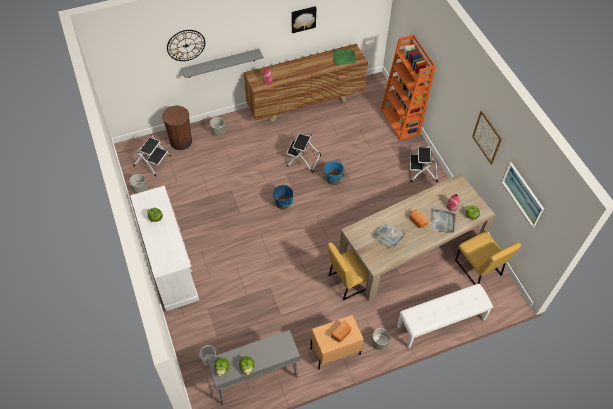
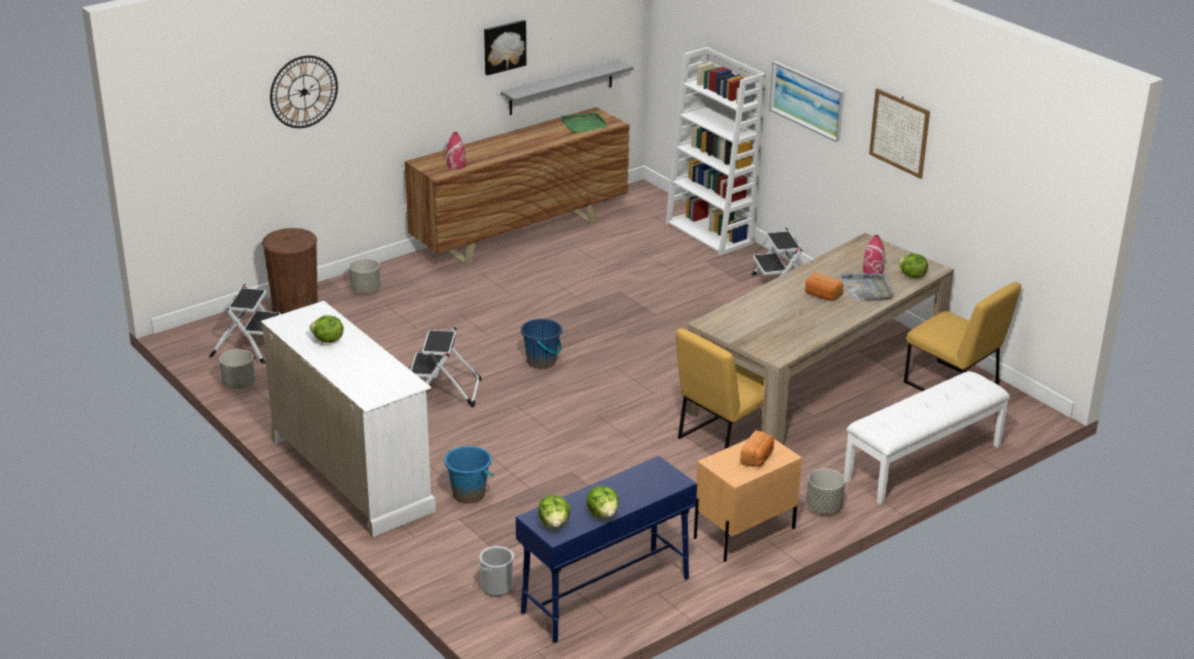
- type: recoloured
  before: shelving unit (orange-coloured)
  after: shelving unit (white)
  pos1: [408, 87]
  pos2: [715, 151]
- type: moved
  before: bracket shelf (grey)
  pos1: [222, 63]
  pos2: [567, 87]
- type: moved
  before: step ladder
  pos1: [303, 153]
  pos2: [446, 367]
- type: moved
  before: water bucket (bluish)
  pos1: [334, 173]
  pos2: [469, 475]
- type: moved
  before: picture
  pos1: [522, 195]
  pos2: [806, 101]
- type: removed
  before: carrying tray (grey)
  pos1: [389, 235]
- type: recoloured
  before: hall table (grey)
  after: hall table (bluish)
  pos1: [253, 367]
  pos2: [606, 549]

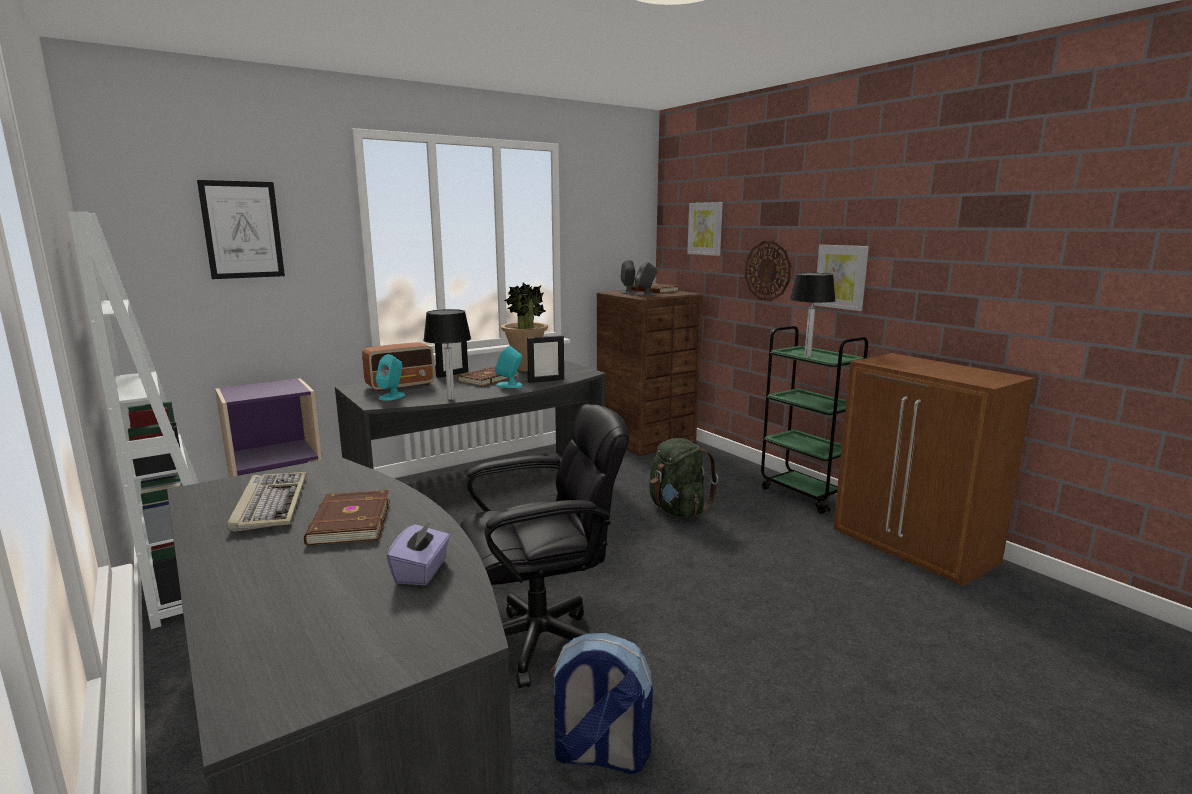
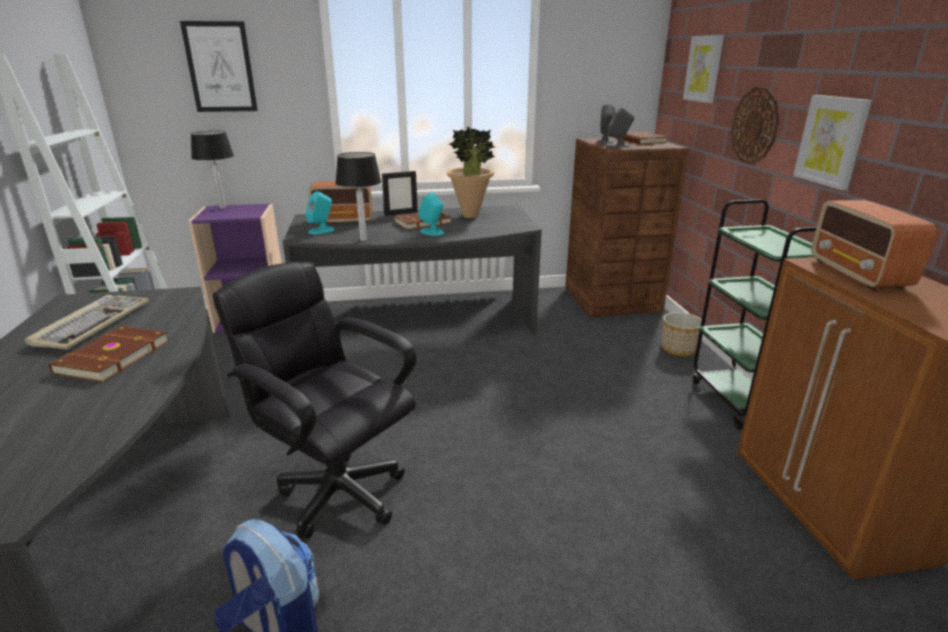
- type: moved
  before: tabletop lamp
  pos1: [813, 315]
  pos2: [212, 170]
- type: removed
  before: standing frame
  pos1: [545, 359]
- type: turned
  before: desk chair (blackish)
  pos1: [544, 546]
  pos2: [315, 400]
  turn: -150
- type: removed
  before: rucksack (greenish)
  pos1: [684, 477]
- type: removed
  before: box of tissues (purple)
  pos1: [418, 552]
- type: added
  after: radio
  pos2: [873, 245]
- type: added
  after: flower pot
  pos2: [681, 334]

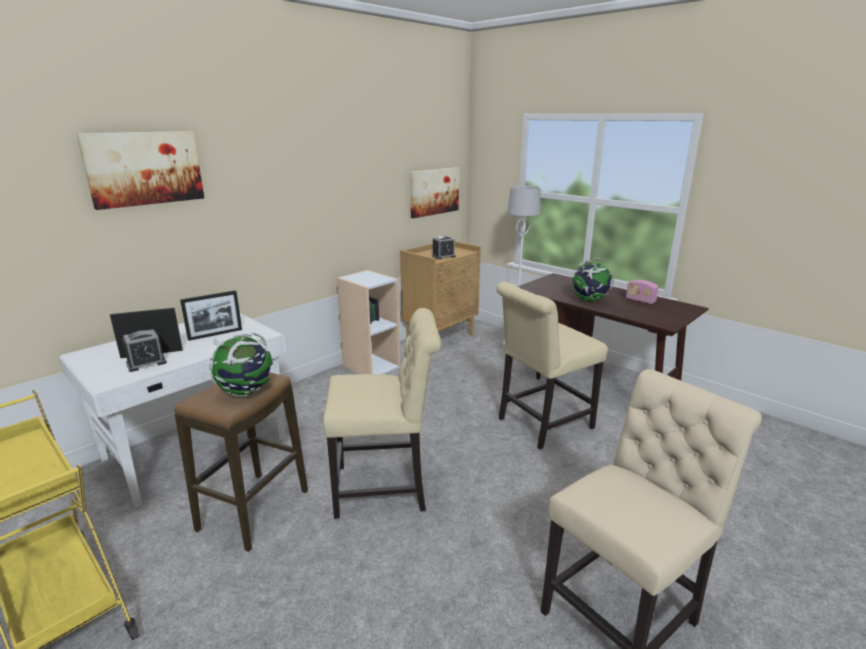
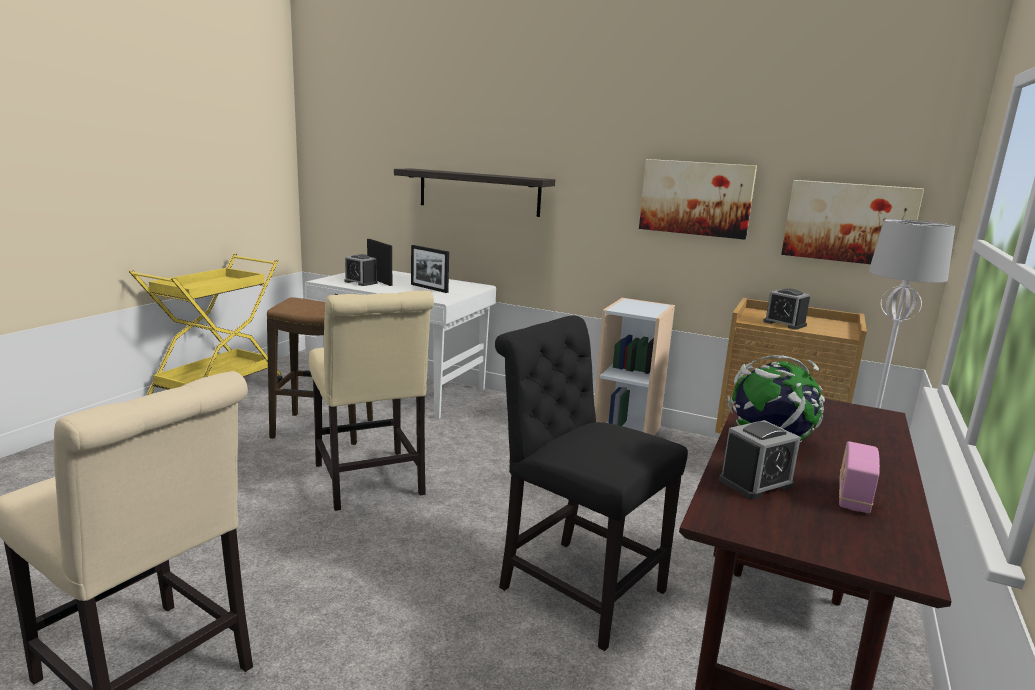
- type: moved
  before: picture
  pos1: [140, 170]
  pos2: [698, 199]
- type: recoloured
  before: plain chair (sand-coloured)
  after: plain chair (blackish)
  pos1: [552, 365]
  pos2: [591, 483]
- type: removed
  before: desk globe
  pos1: [241, 365]
- type: added
  after: bracket shelf
  pos2: [474, 192]
- type: added
  after: table clock
  pos2: [760, 459]

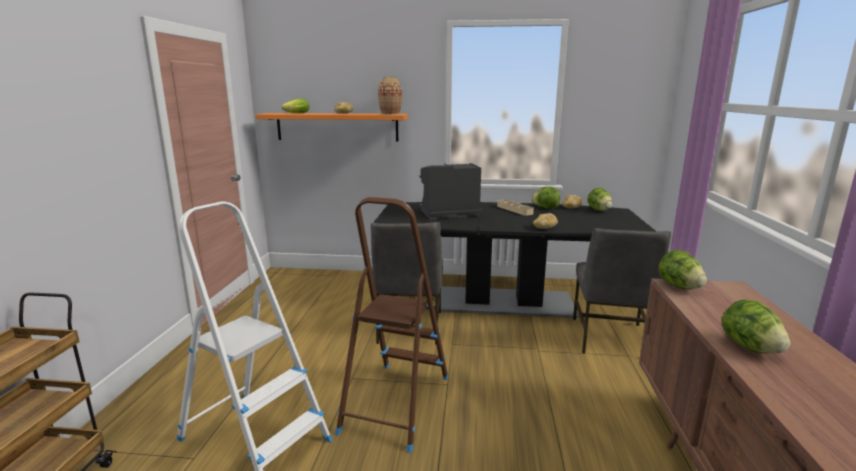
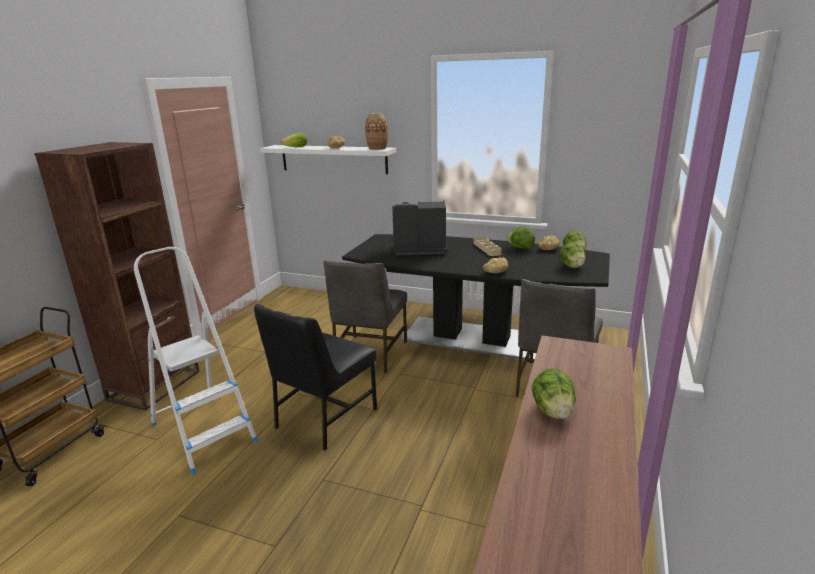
- type: recoloured
  before: bracket shelf (orange-coloured)
  after: bracket shelf (white)
  pos1: [331, 127]
  pos2: [328, 159]
- type: replaced
  before: step ladder (brownish)
  after: plain chair (blackish)
  pos1: [391, 325]
  pos2: [315, 377]
- type: moved
  before: head of lettuce
  pos1: [682, 270]
  pos2: [572, 255]
- type: added
  after: shelving unit (brownish)
  pos2: [117, 276]

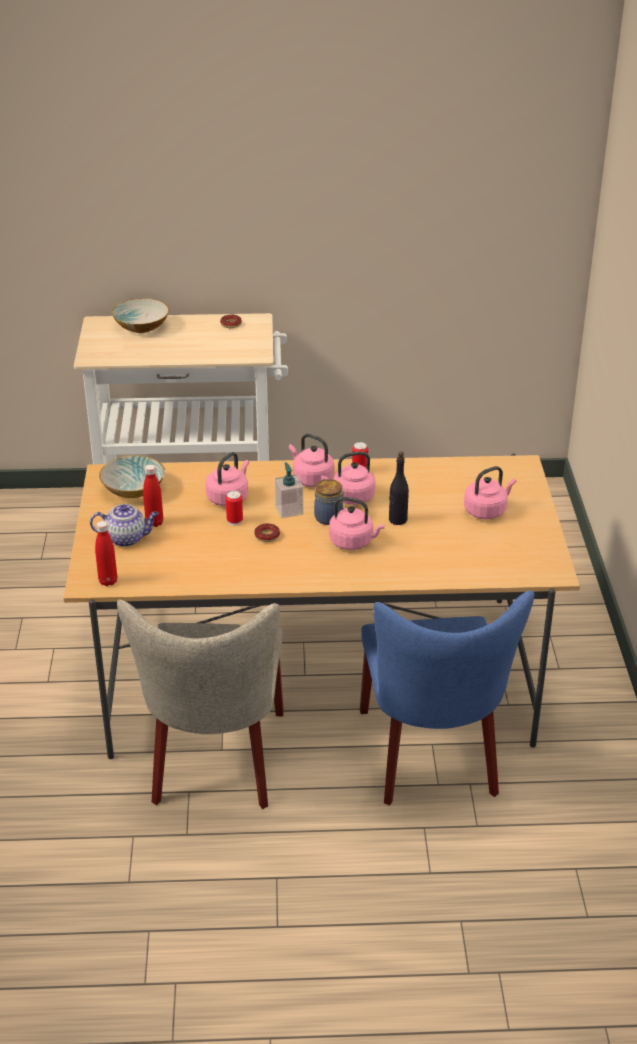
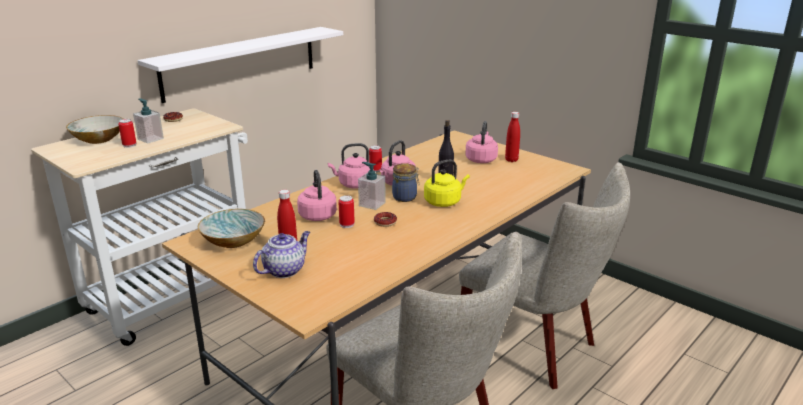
- type: recoloured
  before: kettle (pink-coloured)
  after: kettle (yellow)
  pos1: [356, 523]
  pos2: [447, 183]
- type: moved
  before: drink bottle (red-coloured)
  pos1: [106, 553]
  pos2: [512, 137]
- type: recoloured
  before: plain chair (bluish)
  after: plain chair (sand-coloured)
  pos1: [447, 698]
  pos2: [544, 275]
- type: added
  after: bracket shelf (white)
  pos2: [240, 65]
- type: added
  after: soap dispenser
  pos2: [148, 120]
- type: added
  after: metal can
  pos2: [127, 133]

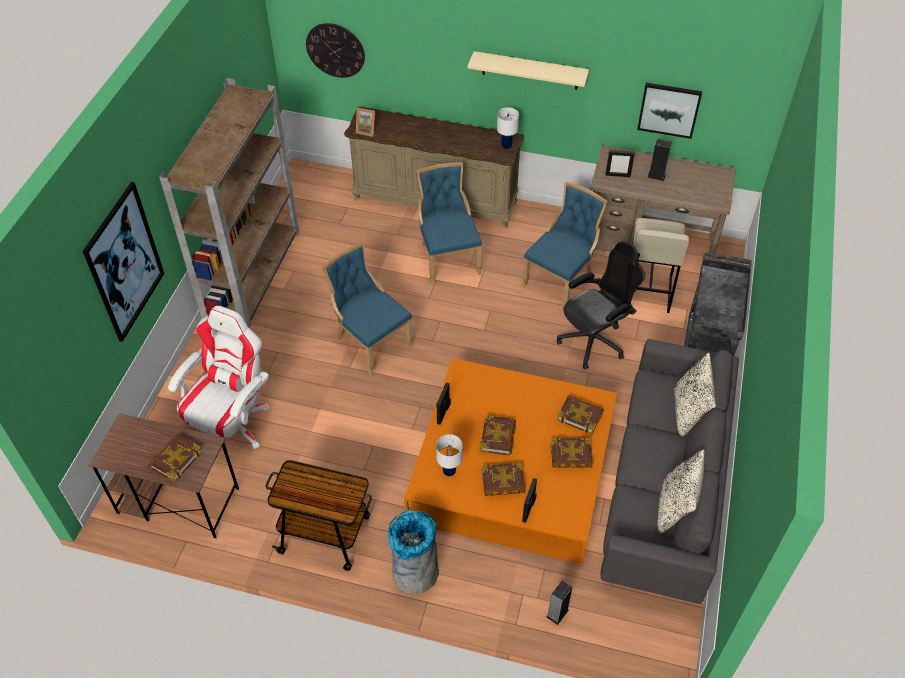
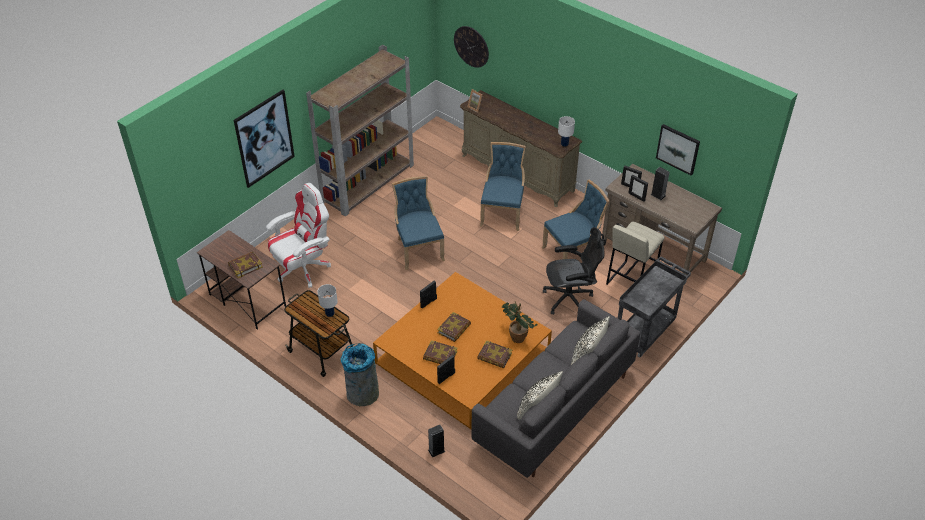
- type: removed
  before: bracket shelf (sand-coloured)
  pos1: [528, 70]
- type: replaced
  before: book
  after: potted plant
  pos1: [580, 415]
  pos2: [520, 322]
- type: moved
  before: tabletop lamp (white)
  pos1: [449, 455]
  pos2: [327, 300]
- type: added
  after: standing frame
  pos2: [638, 188]

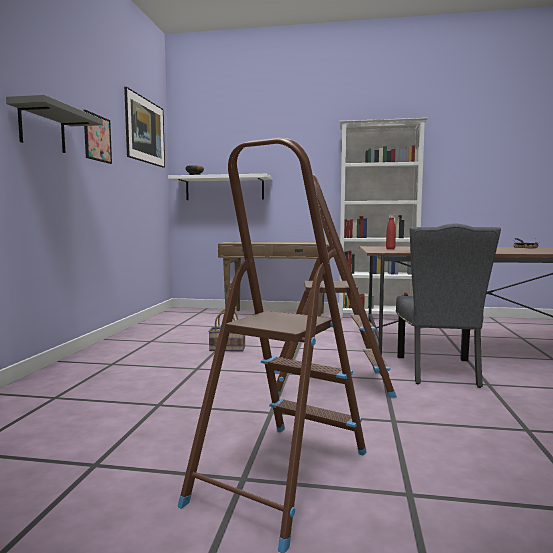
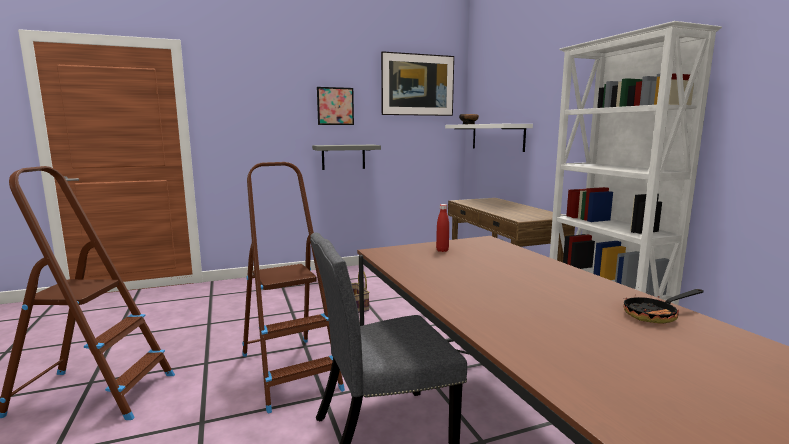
- type: moved
  before: bracket shelf (grey)
  pos1: [54, 124]
  pos2: [346, 157]

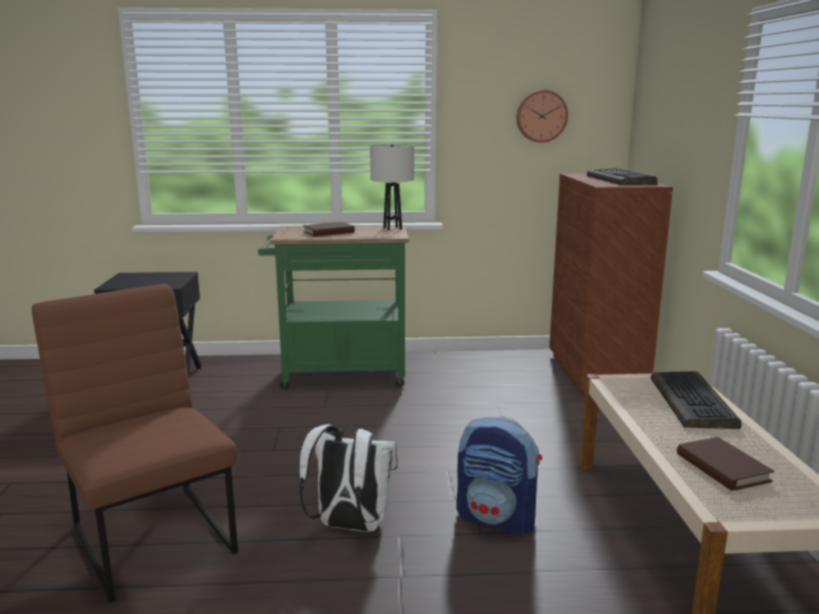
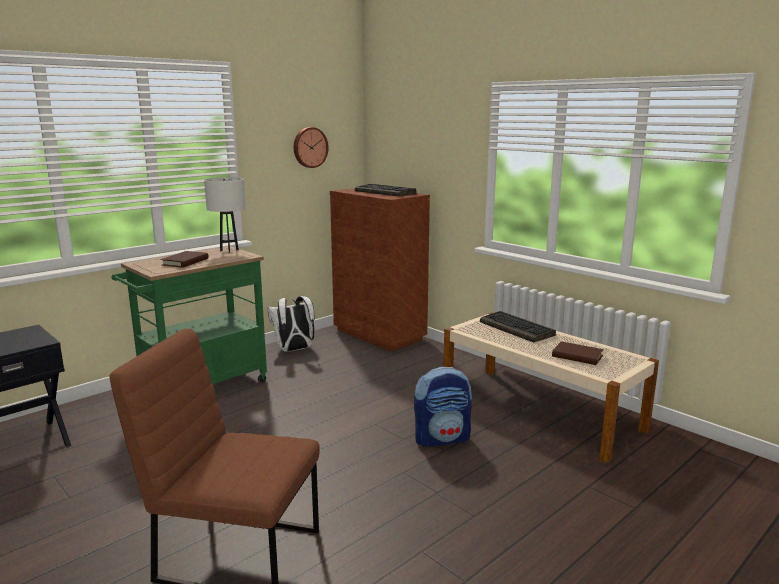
- type: moved
  before: rucksack (white)
  pos1: [348, 478]
  pos2: [291, 324]

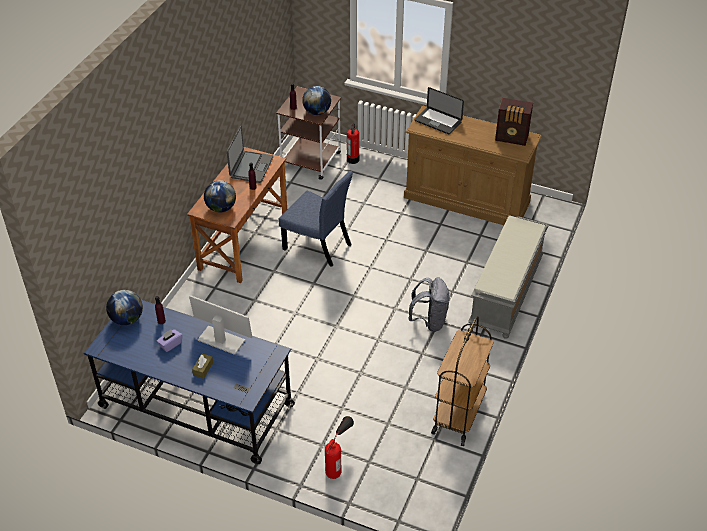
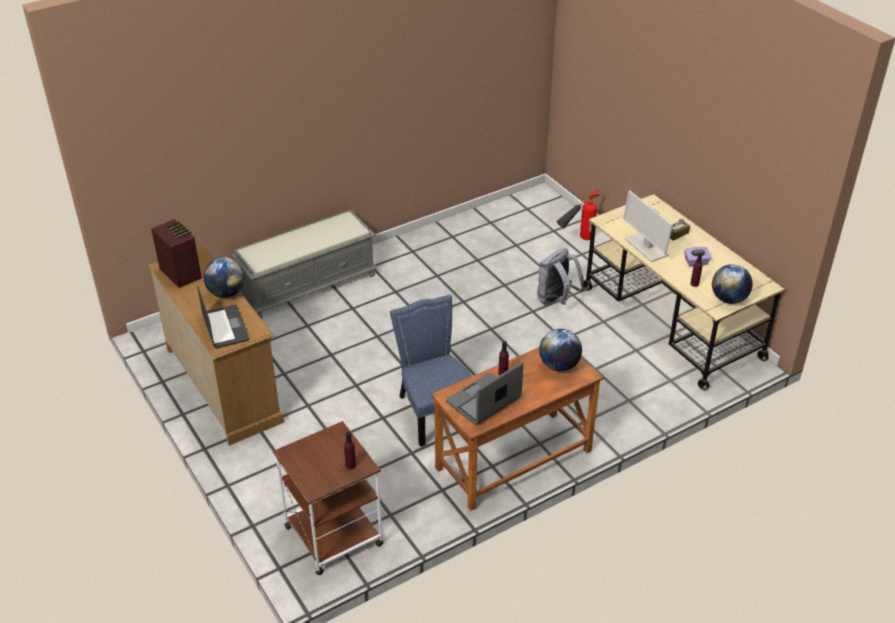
- type: moved
  before: desk globe
  pos1: [316, 100]
  pos2: [224, 277]
- type: removed
  before: fire-fighting cylinder
  pos1: [353, 143]
- type: moved
  before: rucksack (grey)
  pos1: [428, 304]
  pos2: [561, 276]
- type: recoloured
  before: desk unit (bluish)
  after: desk unit (sand-coloured)
  pos1: [189, 382]
  pos2: [684, 292]
- type: removed
  before: cart (brownish)
  pos1: [462, 381]

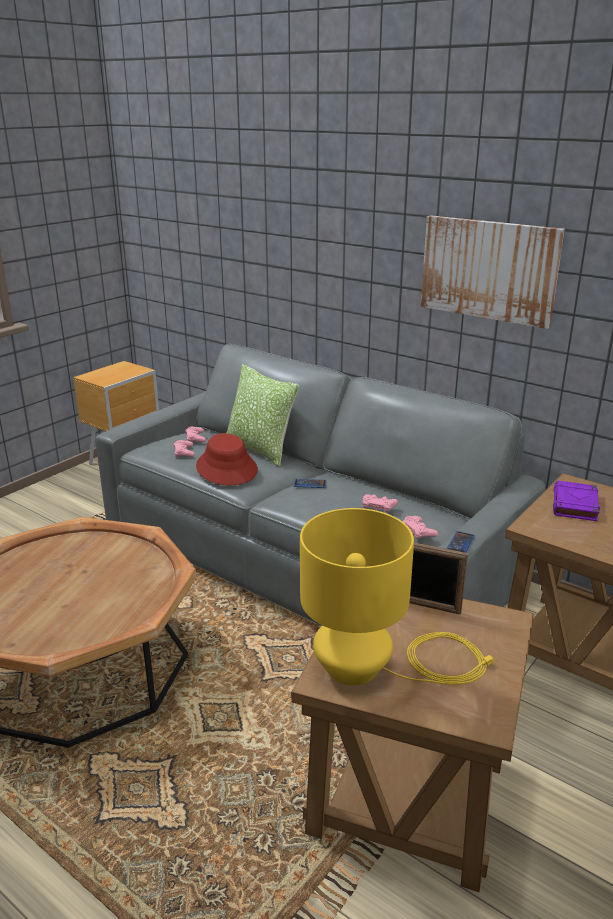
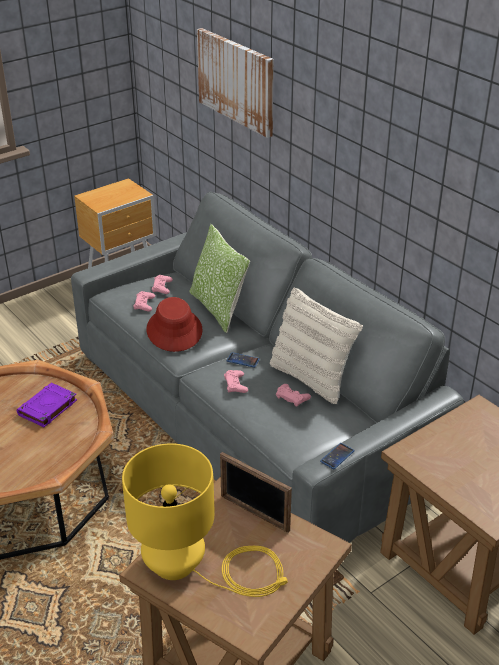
- type: moved
  before: picture
  pos1: [493, 272]
  pos2: [235, 83]
- type: moved
  before: book (purple)
  pos1: [576, 501]
  pos2: [47, 405]
- type: moved
  before: gamepad (pink-coloured)
  pos1: [420, 527]
  pos2: [236, 381]
- type: added
  after: throw pillow (sand-coloured)
  pos2: [316, 346]

